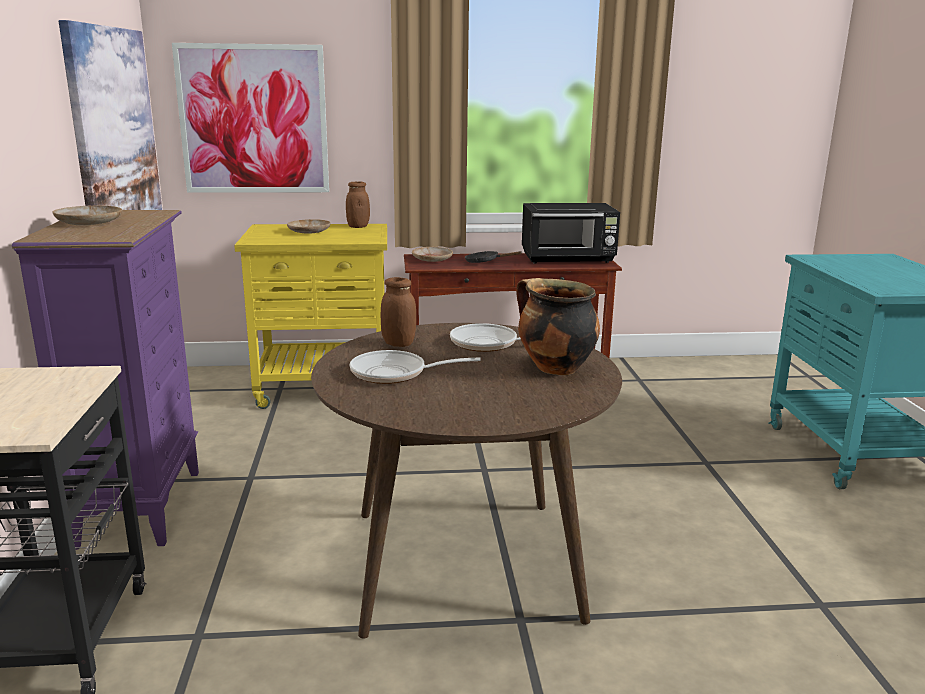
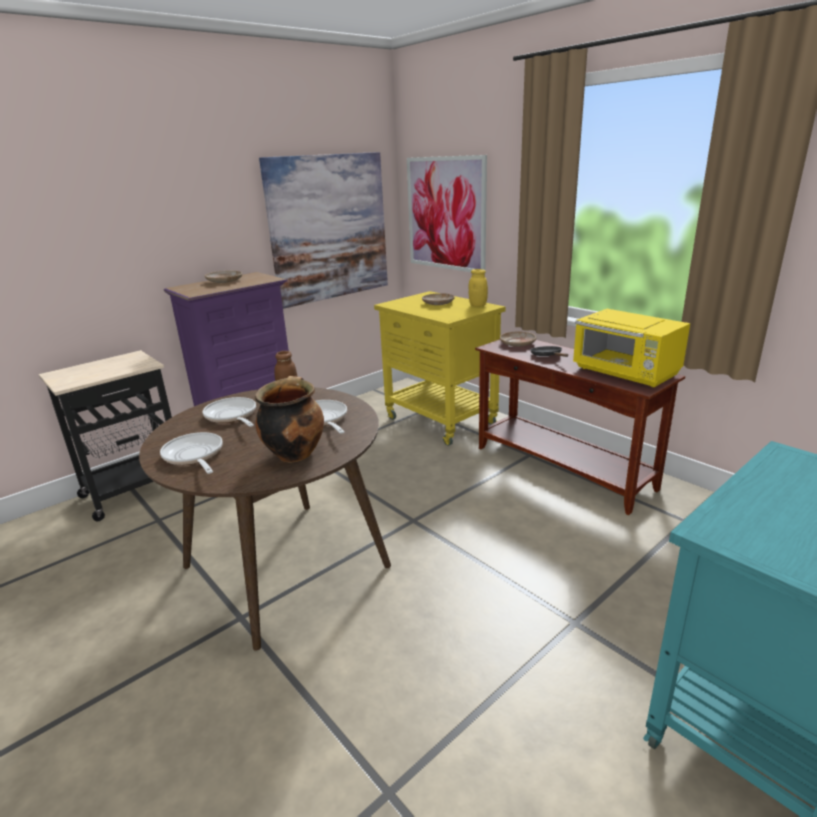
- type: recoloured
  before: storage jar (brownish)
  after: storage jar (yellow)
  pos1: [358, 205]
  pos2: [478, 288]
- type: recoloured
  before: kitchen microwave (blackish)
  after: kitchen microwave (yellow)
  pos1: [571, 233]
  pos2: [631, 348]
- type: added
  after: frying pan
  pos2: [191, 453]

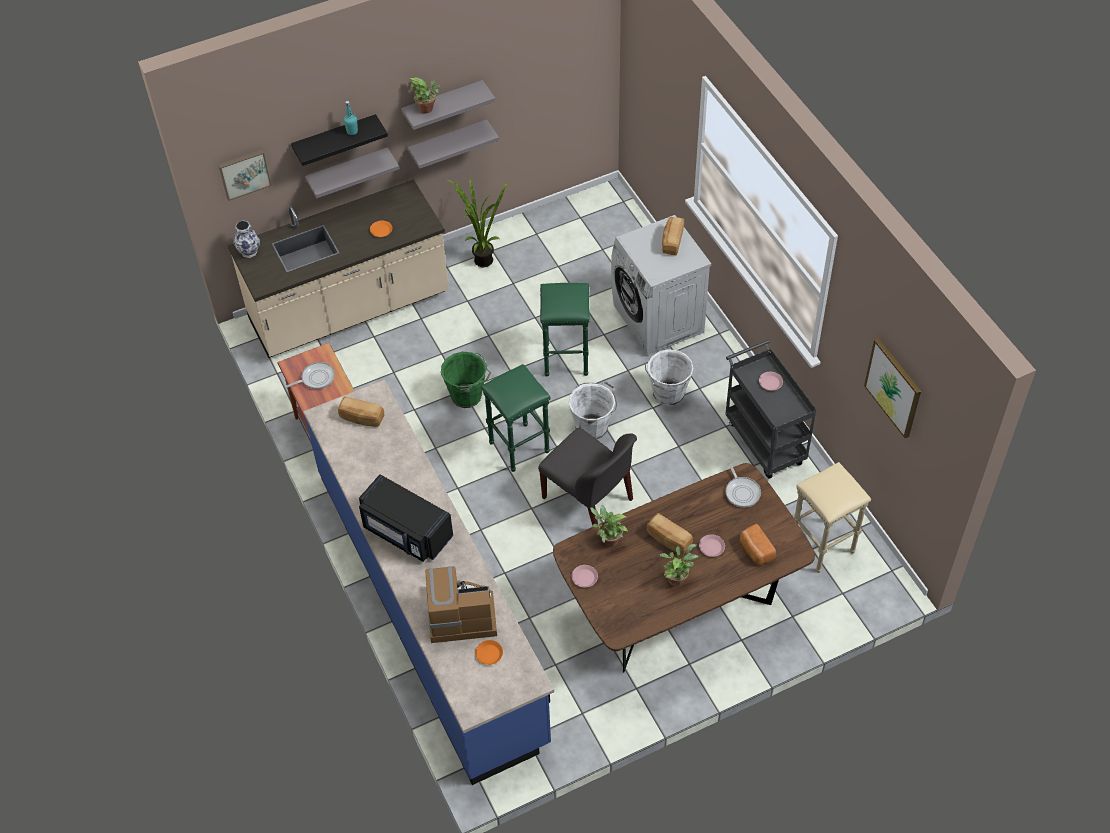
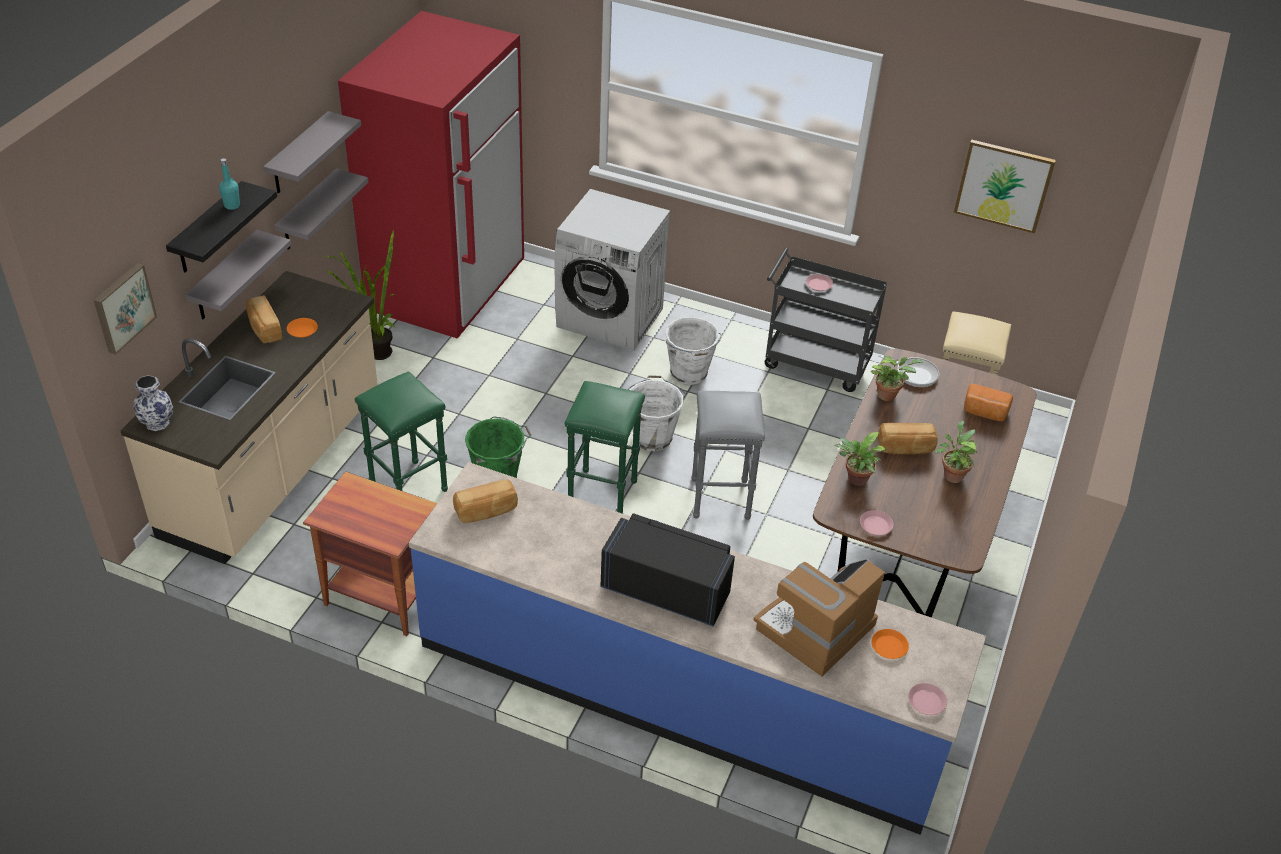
- type: moved
  before: potted plant
  pos1: [425, 95]
  pos2: [897, 378]
- type: moved
  before: baked bread
  pos1: [673, 236]
  pos2: [264, 319]
- type: moved
  before: sitting stool (greenish)
  pos1: [565, 329]
  pos2: [401, 431]
- type: removed
  before: frying pan
  pos1: [310, 375]
- type: replaced
  before: plain chair (grey)
  after: sitting stool (grey)
  pos1: [587, 476]
  pos2: [728, 455]
- type: turned
  before: kitchen microwave (blackish)
  pos1: [406, 518]
  pos2: [667, 569]
  turn: -150
- type: moved
  before: plate (pink-coloured)
  pos1: [712, 545]
  pos2: [927, 699]
- type: added
  after: fridge (red-coloured)
  pos2: [431, 175]

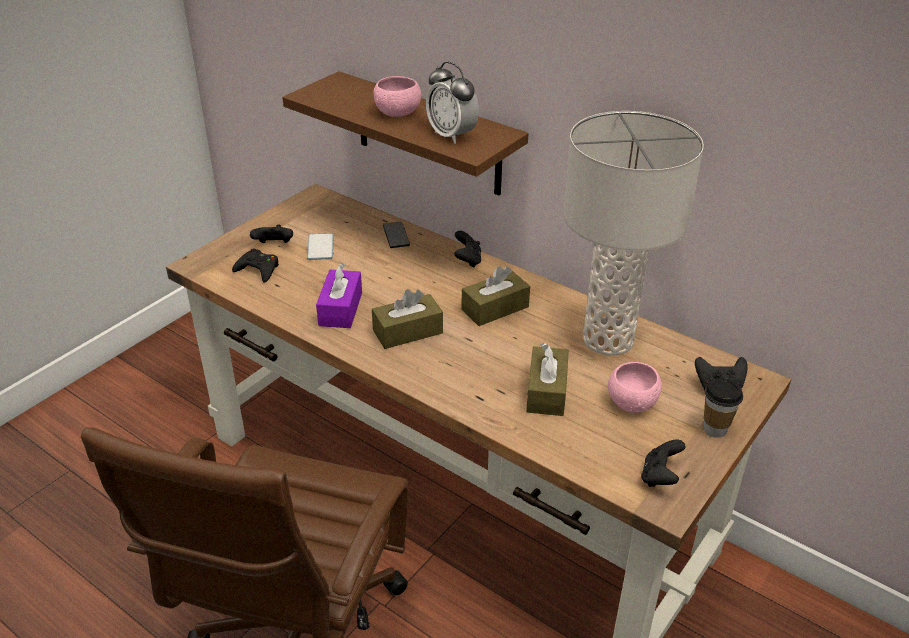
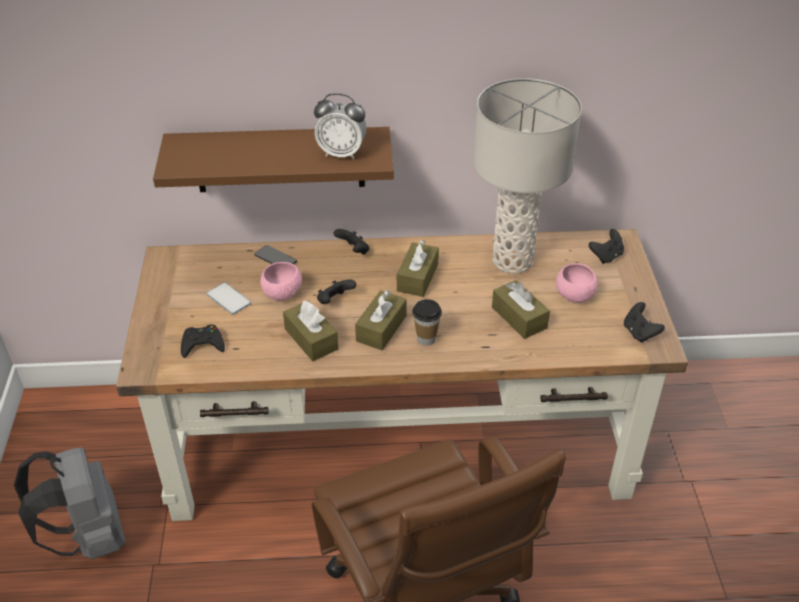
- type: moved
  before: bowl (pink-coloured)
  pos1: [397, 96]
  pos2: [281, 281]
- type: moved
  before: gamepad (blackish)
  pos1: [271, 234]
  pos2: [336, 291]
- type: recoloured
  before: box of tissues (purple)
  after: box of tissues (brownish)
  pos1: [339, 295]
  pos2: [310, 331]
- type: moved
  before: small cup
  pos1: [723, 408]
  pos2: [427, 322]
- type: added
  after: rucksack (grey)
  pos2: [70, 504]

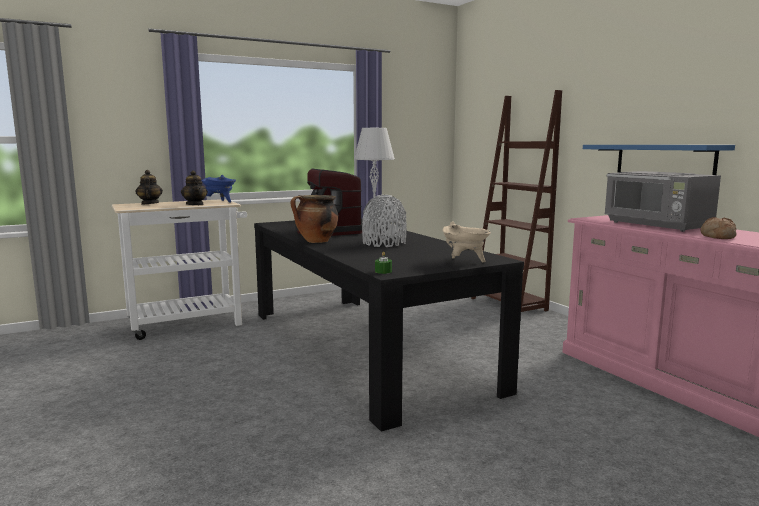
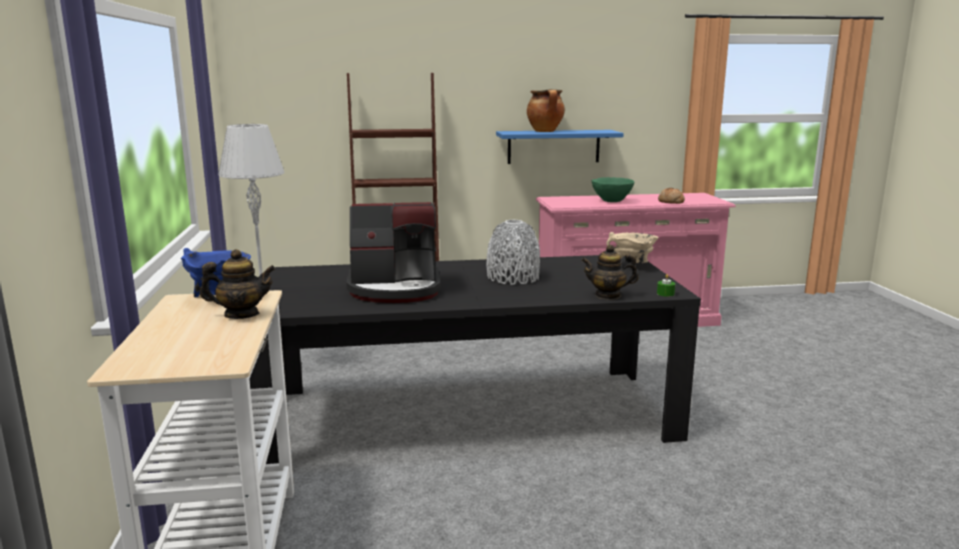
- type: moved
  before: pot for tea
  pos1: [149, 187]
  pos2: [610, 272]
- type: replaced
  before: kitchen microwave (grey)
  after: bowl (greenish)
  pos1: [662, 201]
  pos2: [613, 189]
- type: moved
  before: cooking pot
  pos1: [315, 219]
  pos2: [546, 110]

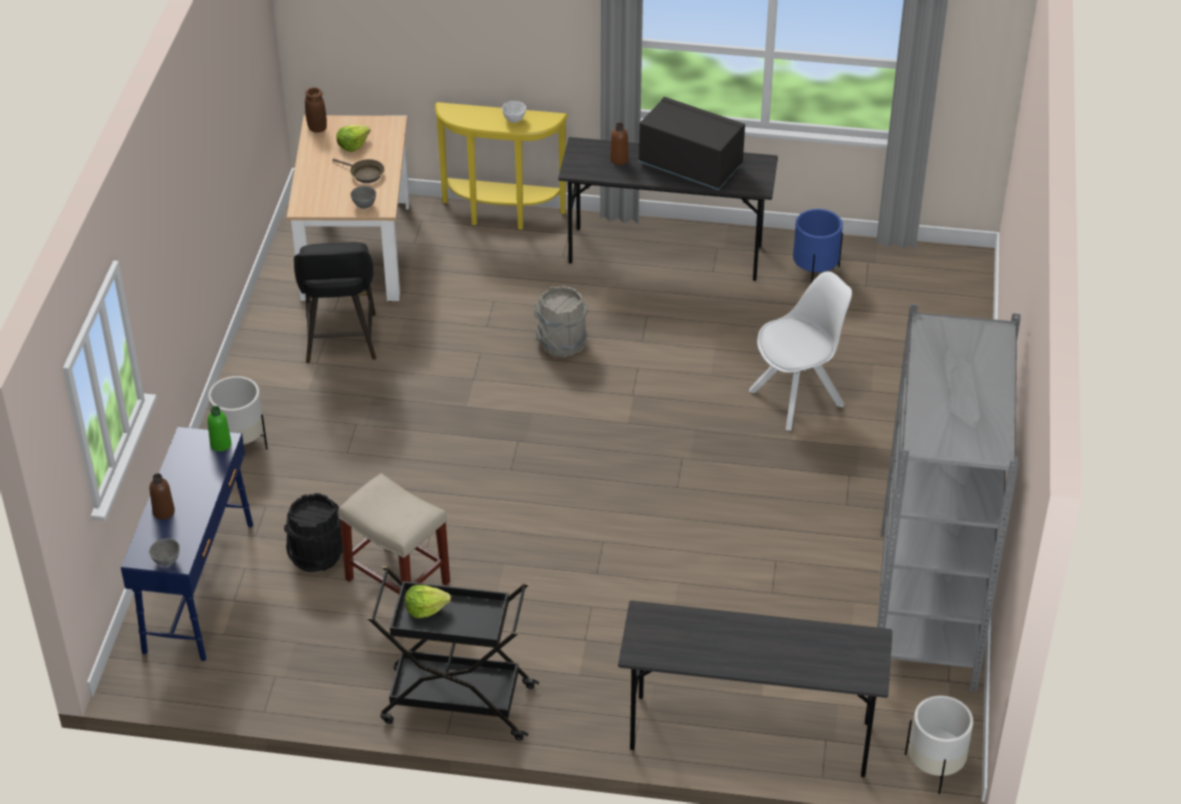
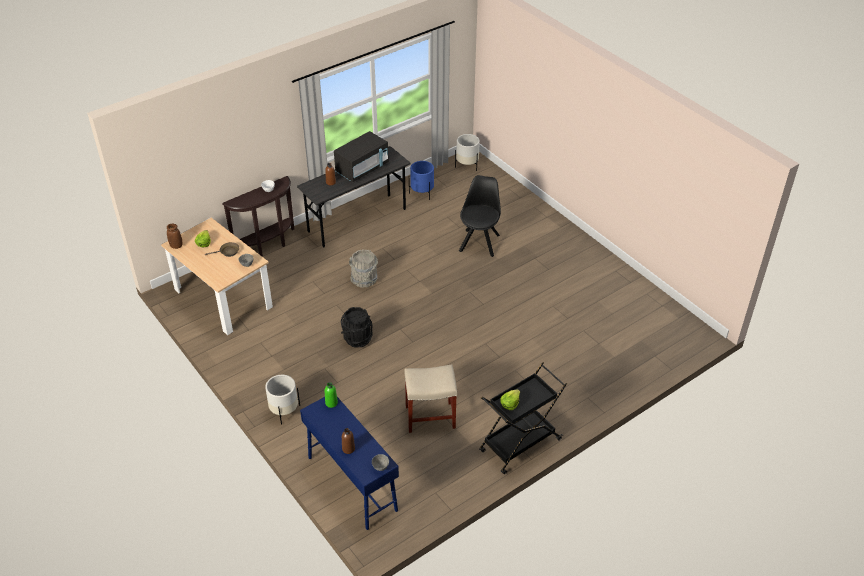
- type: turned
  before: kitchen microwave (blackish)
  pos1: [691, 143]
  pos2: [361, 156]
  turn: 150
- type: recoloured
  before: hall table (yellow)
  after: hall table (brownish)
  pos1: [501, 166]
  pos2: [258, 216]
- type: removed
  before: sitting stool (blackish)
  pos1: [335, 302]
- type: recoloured
  before: plain chair (white)
  after: plain chair (blackish)
  pos1: [800, 351]
  pos2: [480, 216]
- type: removed
  before: shelving unit (grey)
  pos1: [949, 497]
- type: moved
  before: water bucket (blackish)
  pos1: [313, 532]
  pos2: [357, 327]
- type: removed
  before: desk unit (grey)
  pos1: [755, 689]
- type: moved
  before: flower pot (white)
  pos1: [939, 744]
  pos2: [467, 152]

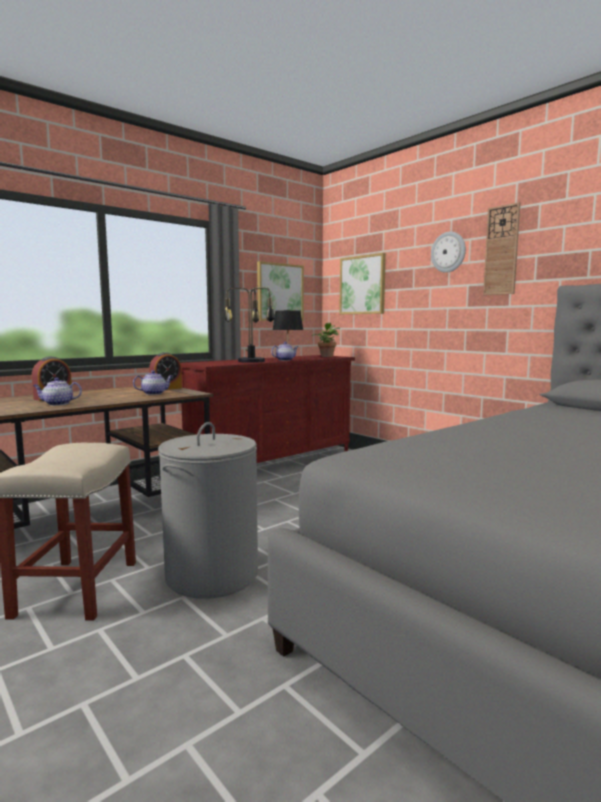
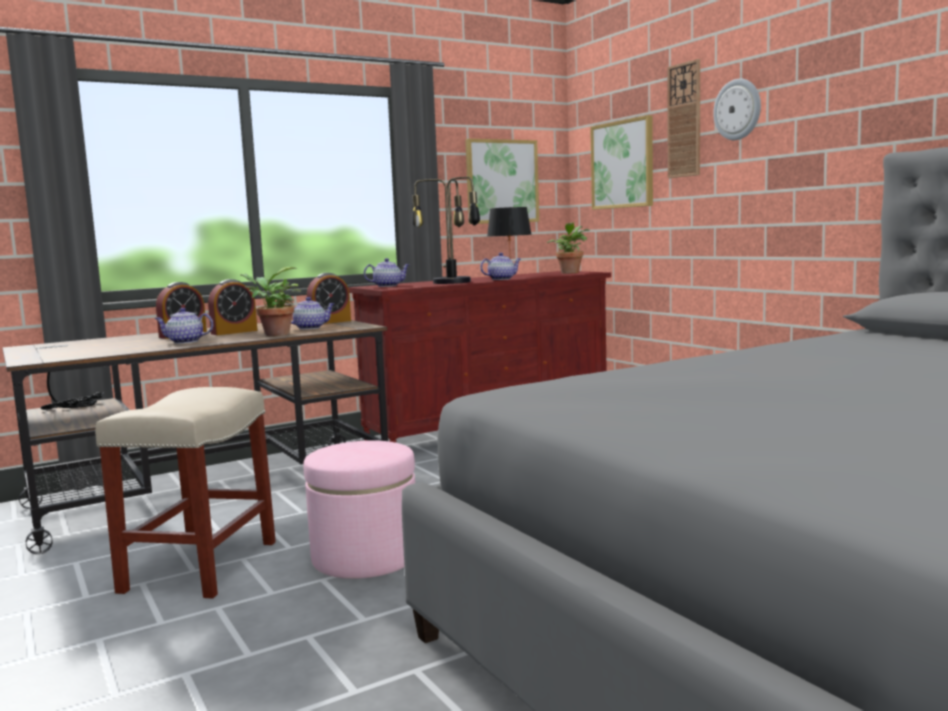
- type: moved
  before: hanging clock
  pos1: [501, 248]
  pos2: [683, 118]
- type: replaced
  before: laundry basket (grey)
  after: ottoman (pink-coloured)
  pos1: [208, 510]
  pos2: [359, 509]
- type: added
  after: pot for tea
  pos2: [386, 272]
- type: added
  after: potted plant
  pos2: [270, 301]
- type: added
  after: table clock
  pos2: [232, 307]

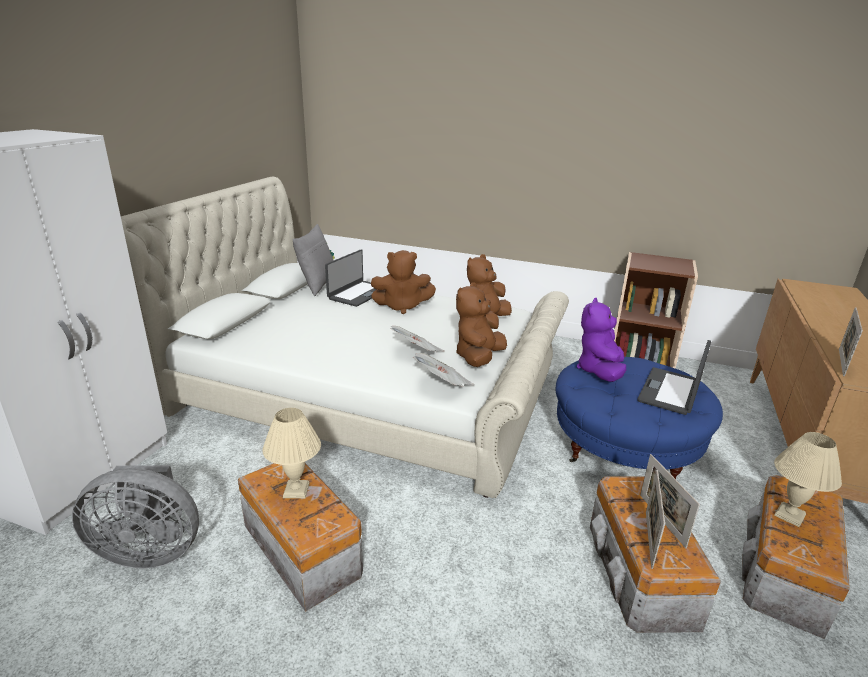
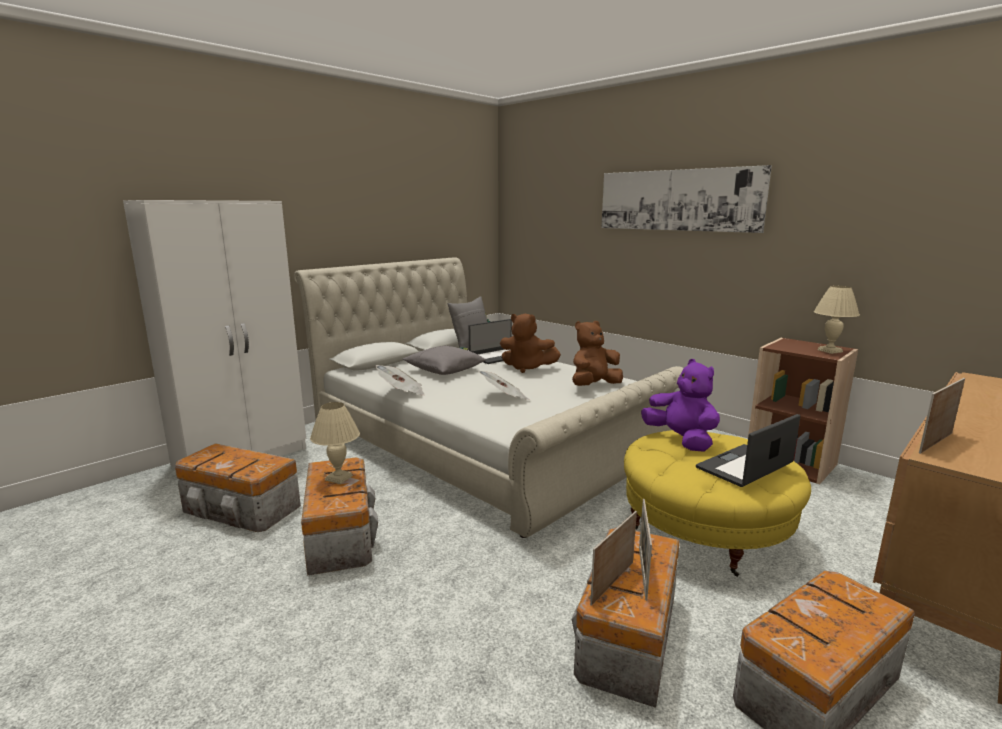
- type: removed
  before: plush toy (brownish)
  pos1: [481, 324]
- type: turned
  before: plush toy (purple)
  pos1: [601, 340]
  pos2: [680, 405]
  turn: 105
- type: moved
  before: daily paper
  pos1: [443, 369]
  pos2: [399, 380]
- type: recoloured
  before: ottoman (bluish)
  after: ottoman (yellow)
  pos1: [639, 418]
  pos2: [717, 503]
- type: moved
  before: tabletop lamp (sand-coloured)
  pos1: [808, 479]
  pos2: [837, 320]
- type: replaced
  before: electric fan (grey)
  after: storage bin
  pos1: [135, 516]
  pos2: [238, 487]
- type: added
  after: picture
  pos2: [686, 199]
- type: added
  after: throw pillow (grey)
  pos2: [444, 360]

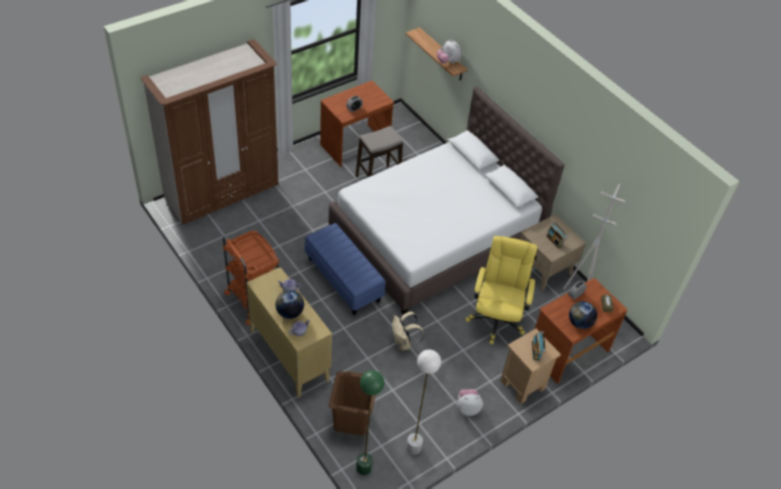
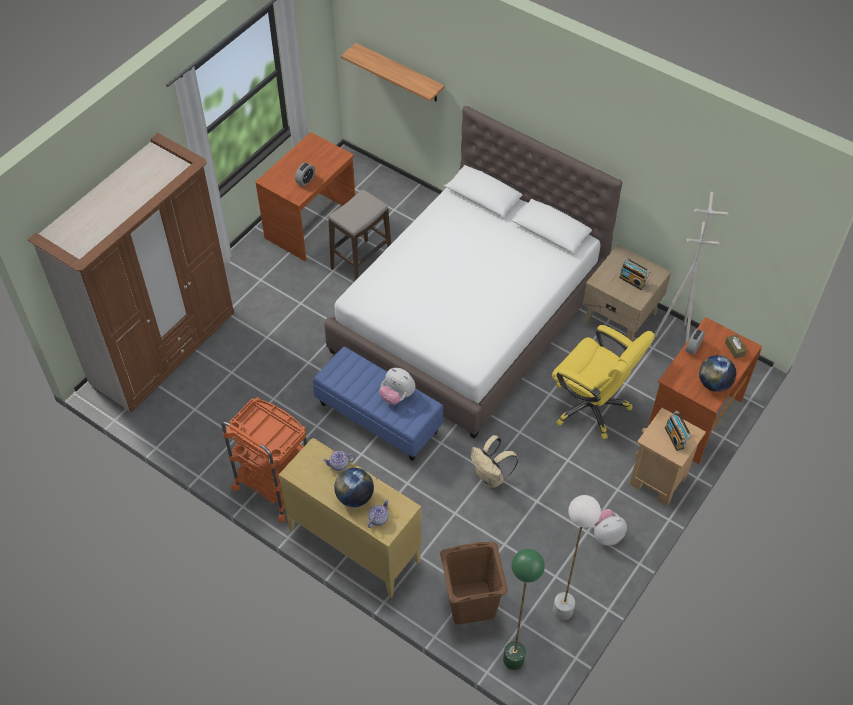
- type: moved
  before: plush toy
  pos1: [449, 51]
  pos2: [397, 386]
- type: turned
  before: desk chair (yellow)
  pos1: [501, 290]
  pos2: [603, 382]
  turn: 135

